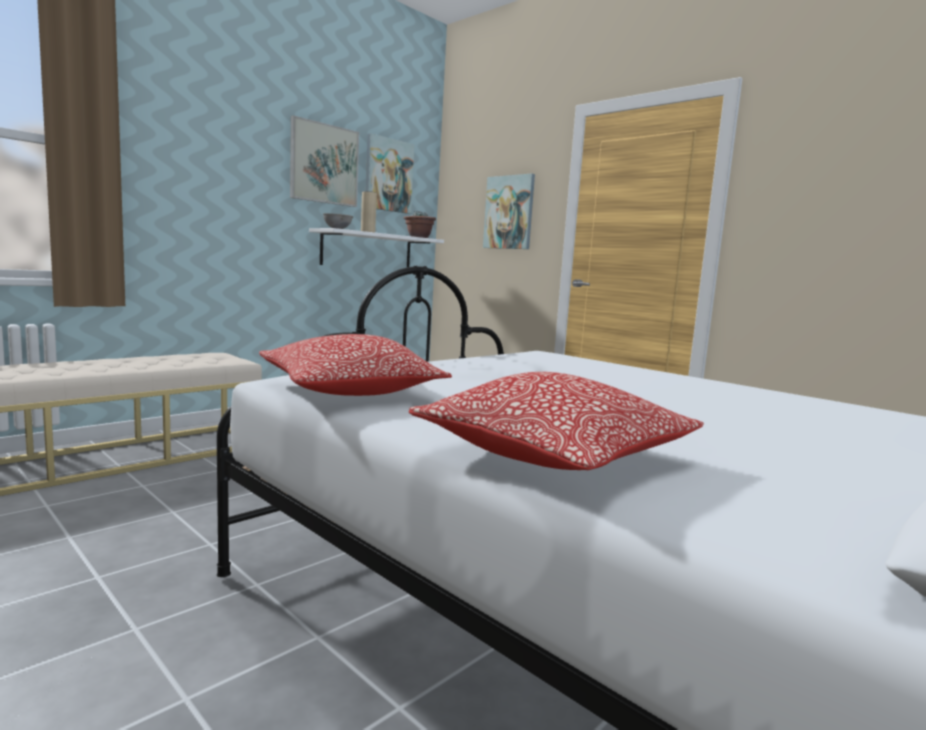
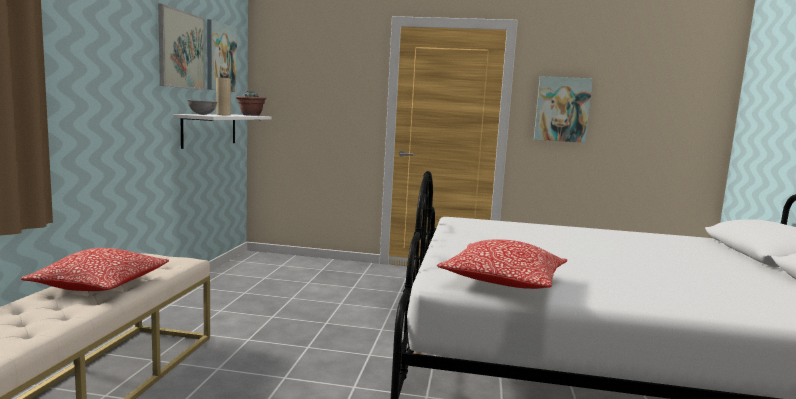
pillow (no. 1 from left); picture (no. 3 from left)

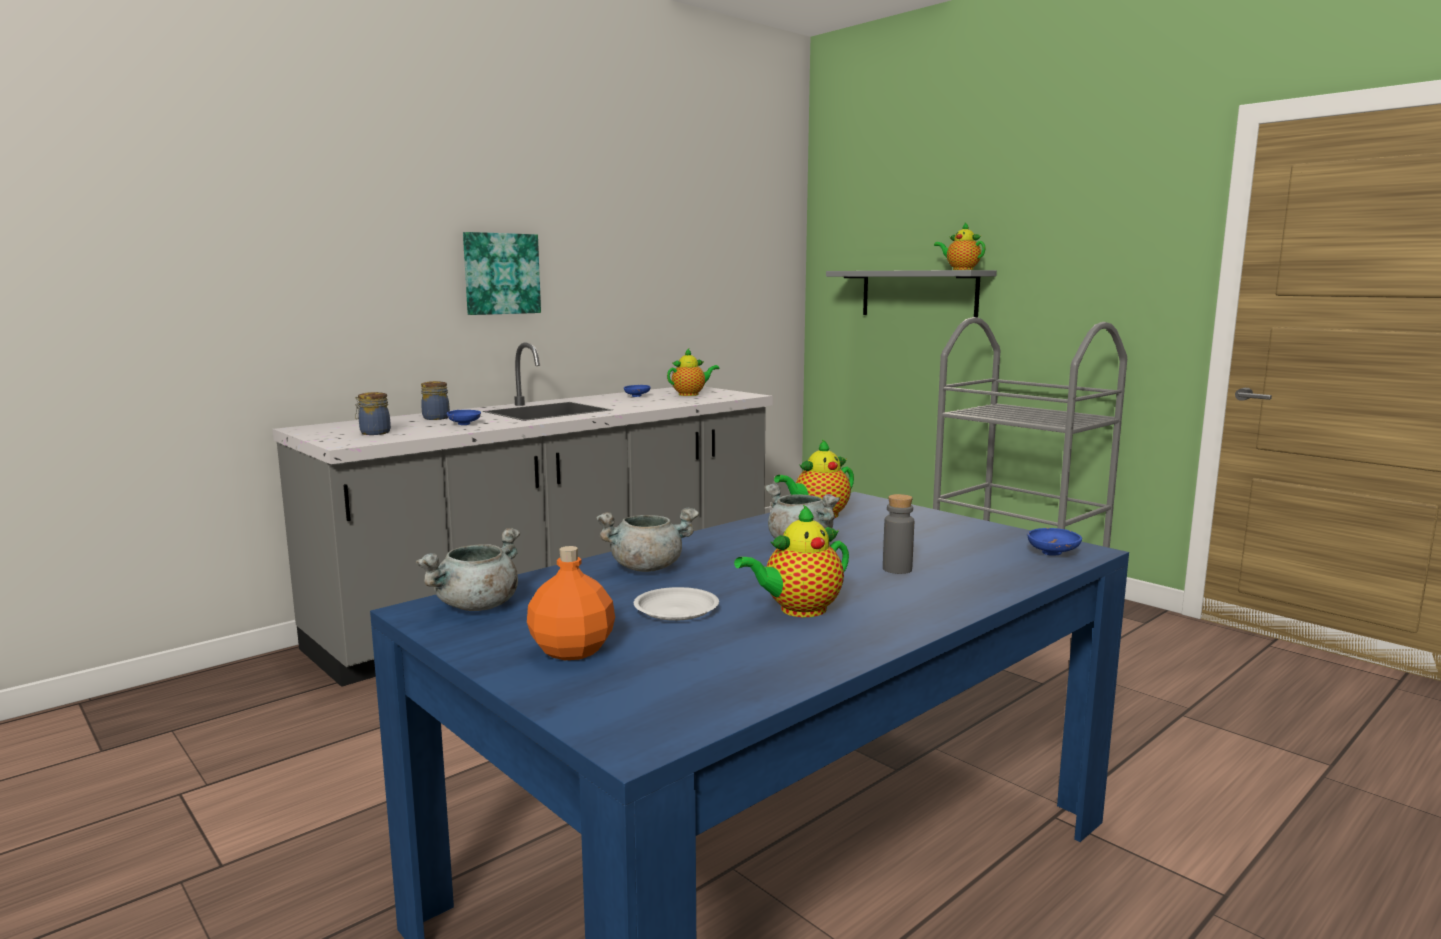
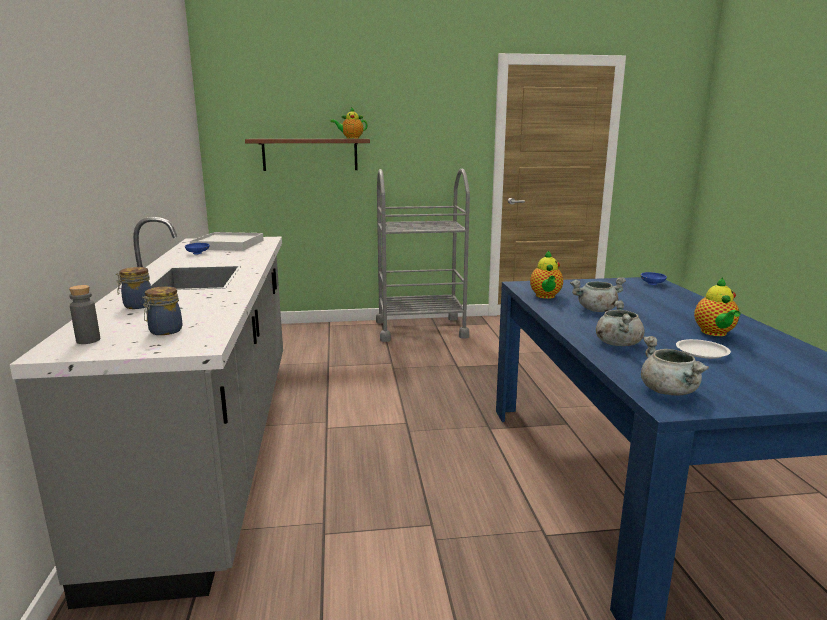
gray beverage bottle; white carrying tray; brown wall shelf; bluish deep dish (no. 1 from left in the first image); picture; orangey beverage bottle

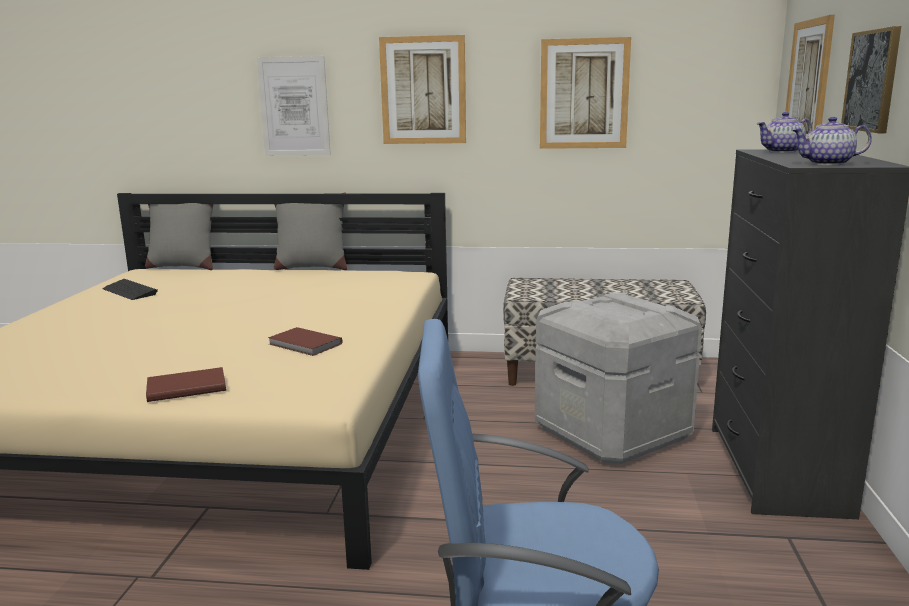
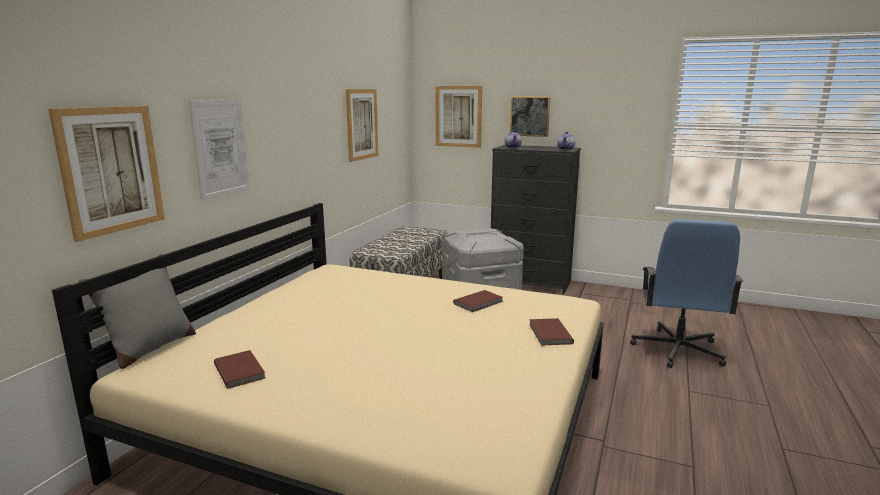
picture (no. 1 from left); brown bound book (no. 1 from left); gray pillow (no. 2 from left in the first image)

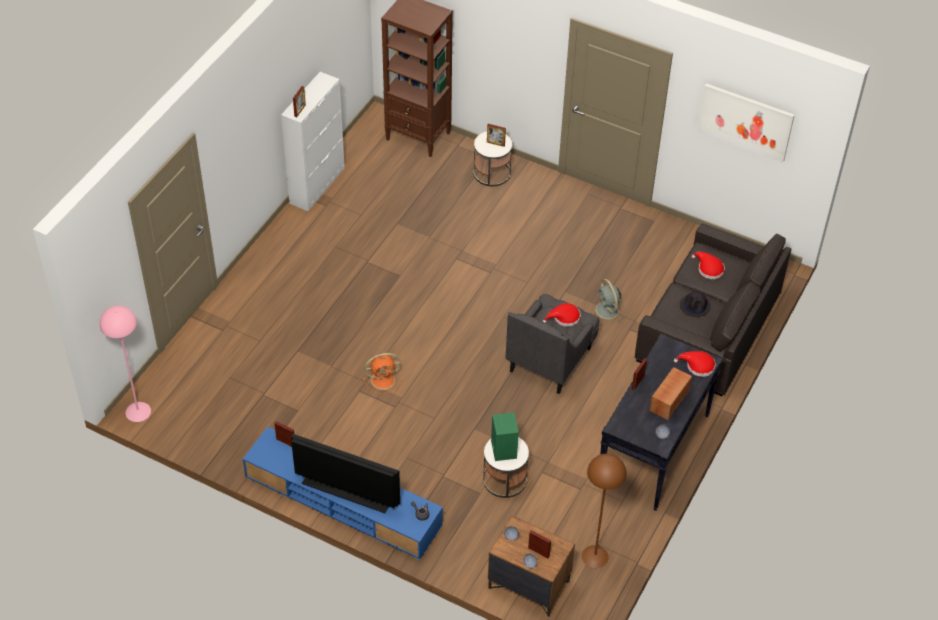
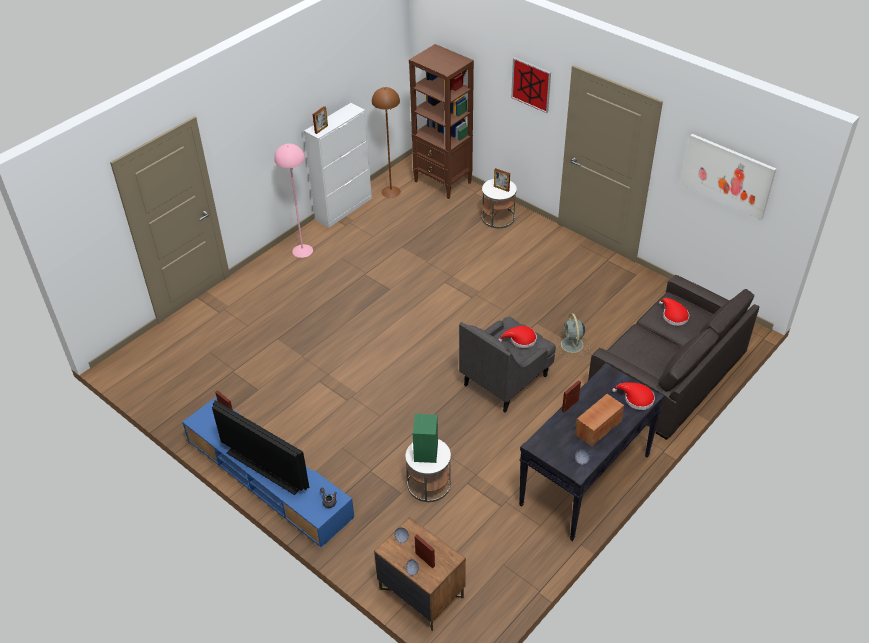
pinkish standing lamp; brown standing lamp; picture (no. 1 from left); orangey cooling fan; blackish wearable hat

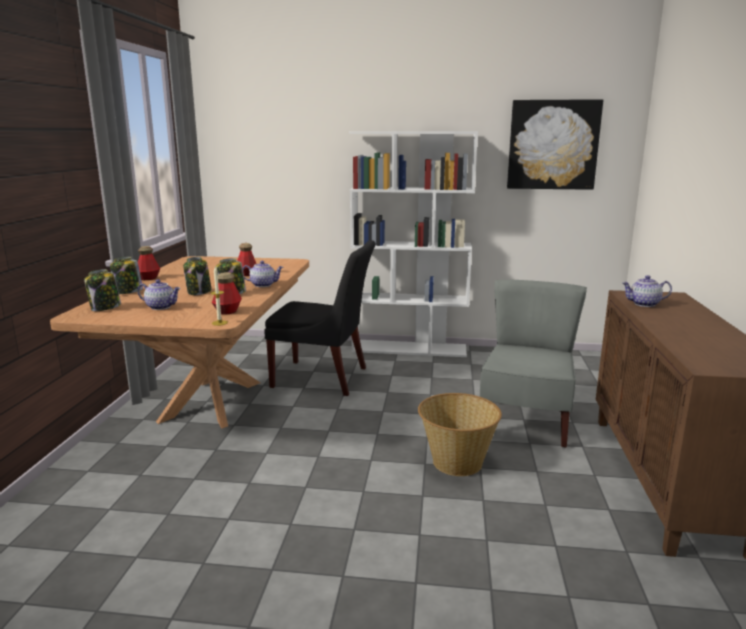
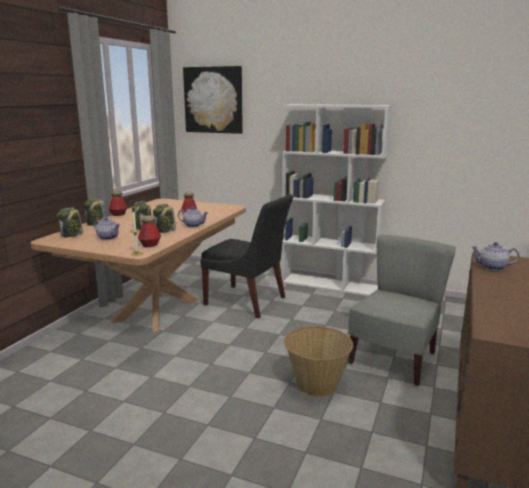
picture

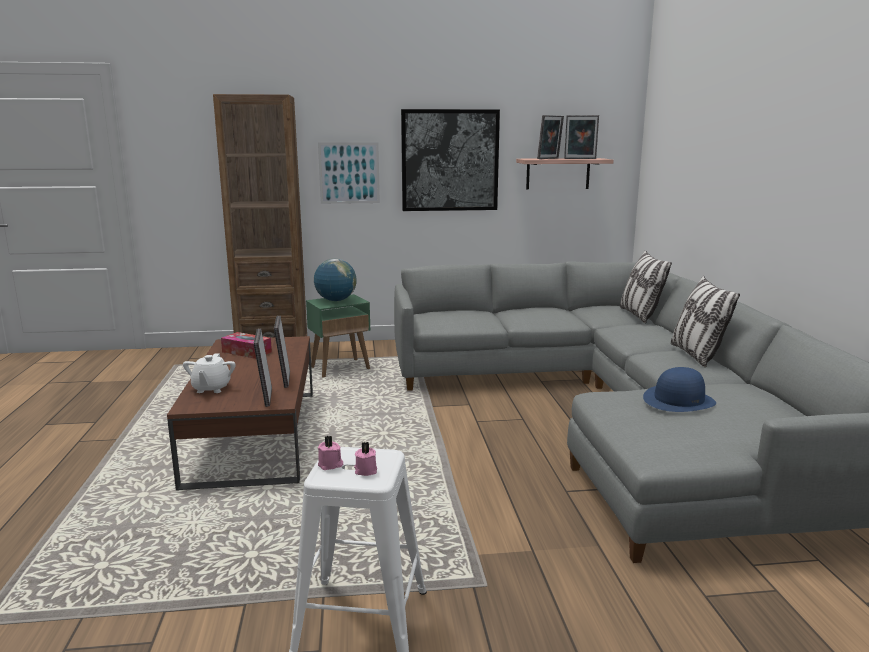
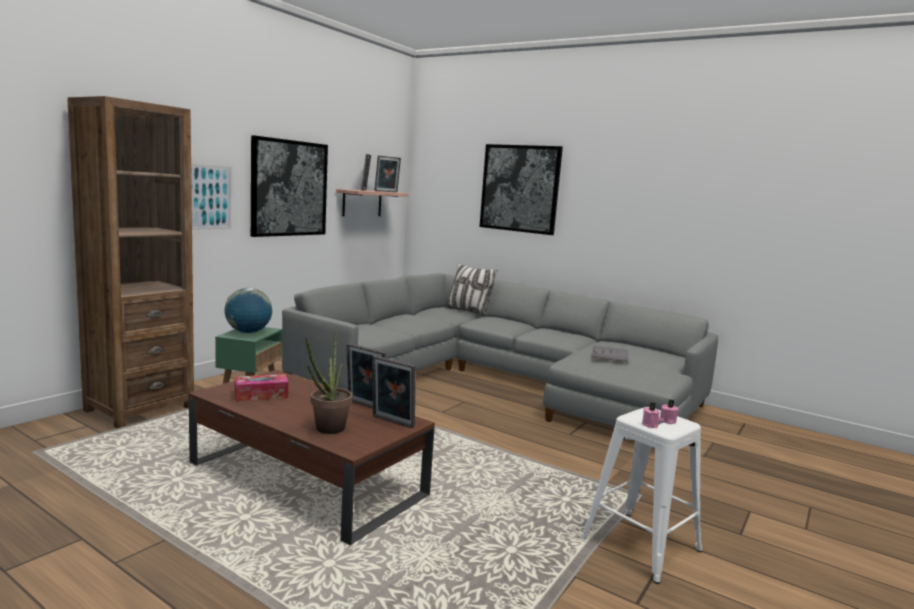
potted plant; picture (no. 3 from left); gray bound book; pillow (no. 2 from left in the first image)

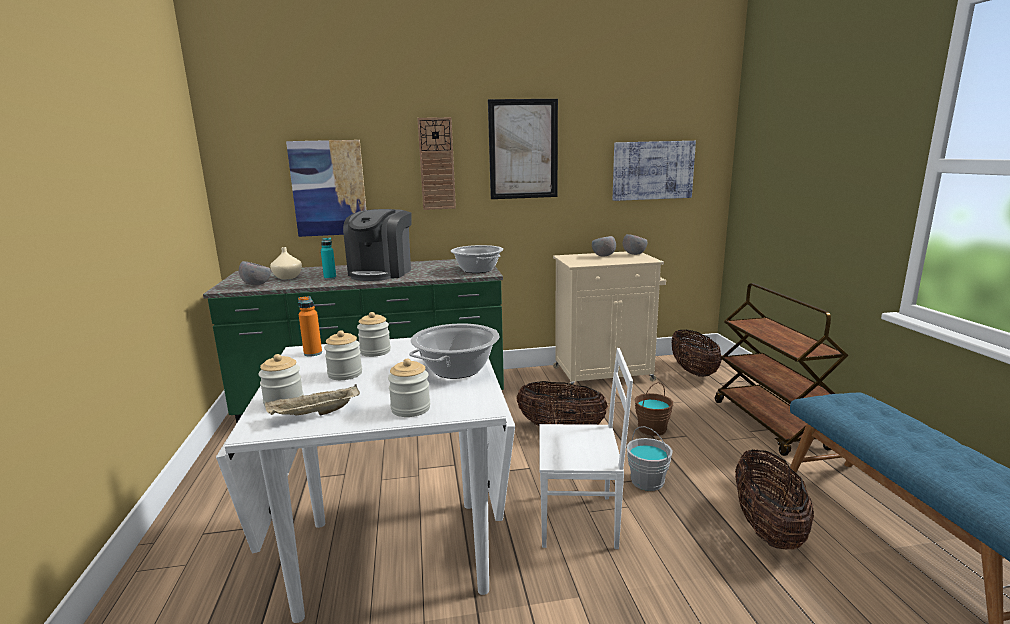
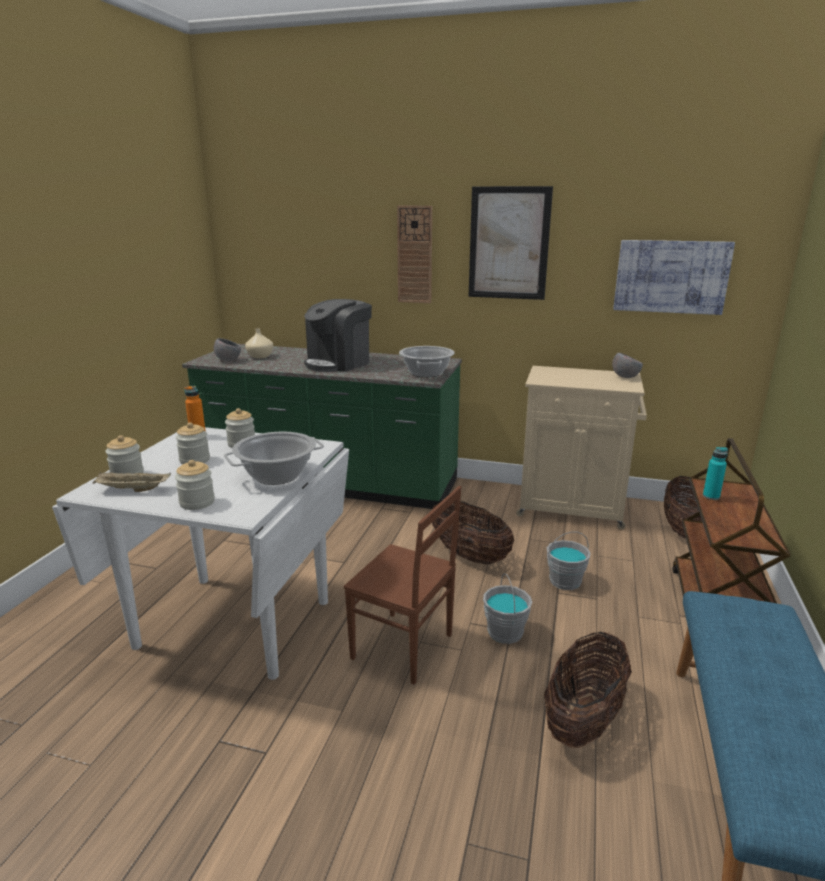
brown upright chair; gray bucket (no. 2 from left); turquoise-coloured beverage bottle; picture (no. 1 from left in the first image); gray deep dish (no. 2 from left in the first image)

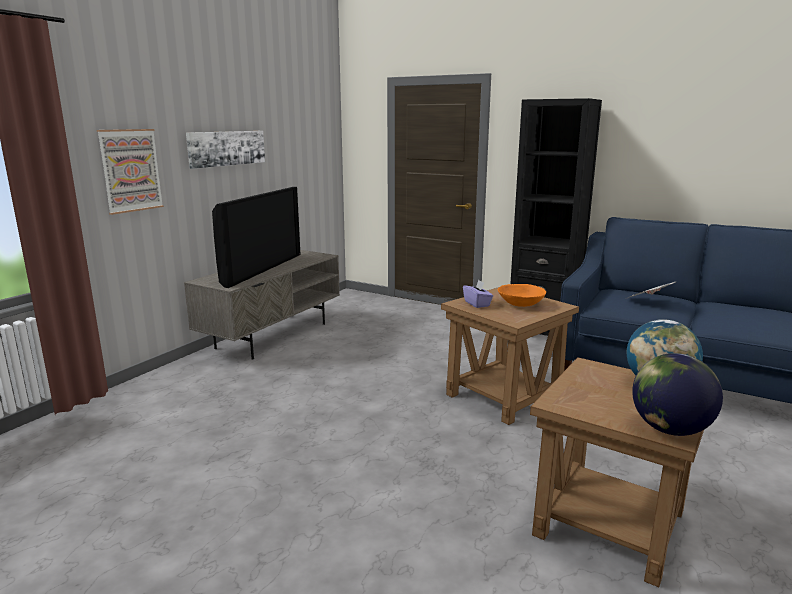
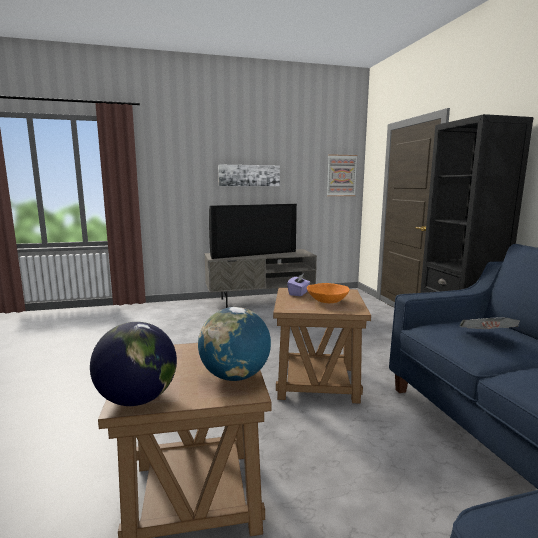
picture (no. 2 from left)

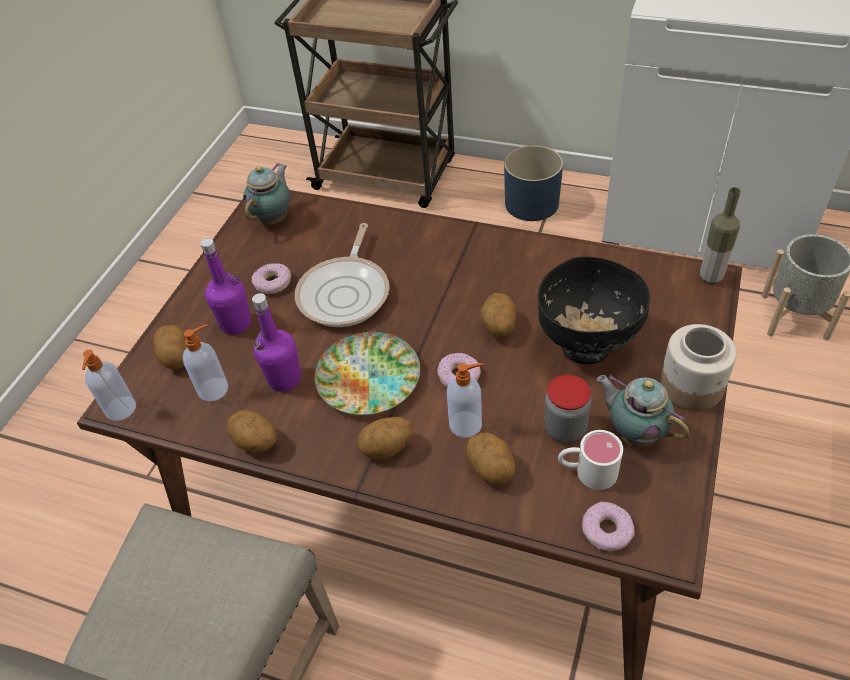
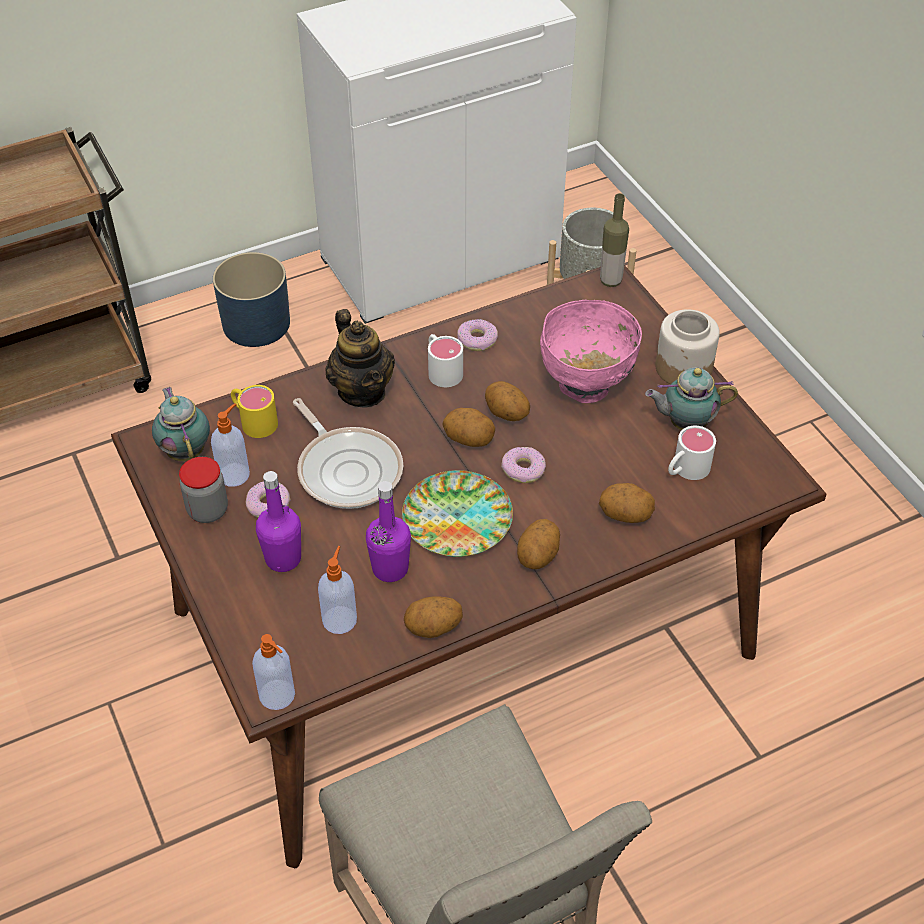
preserve jar (no. 1 from left); soap bottle (no. 1 from left); yellow-coloured tea mug; teapot (no. 2 from left); white tea mug (no. 1 from left); whole potato (no. 2 from left); doughnut (no. 2 from left); pinkish deep dish

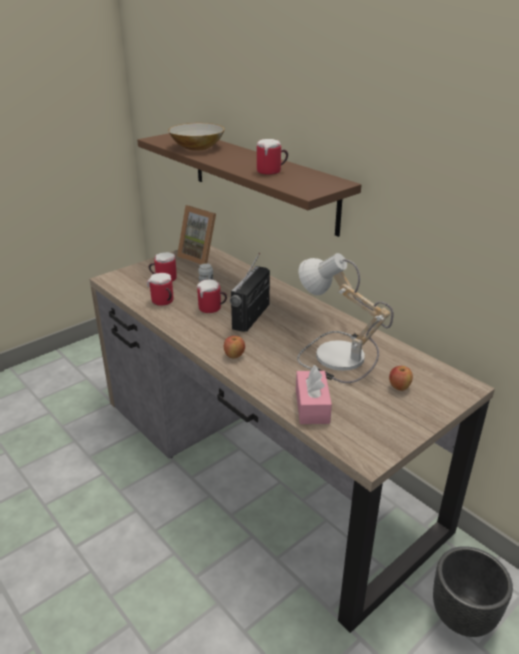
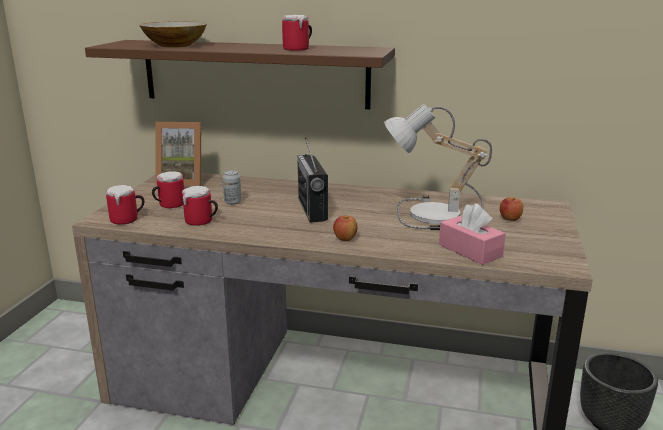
tea mug (no. 1 from left)

